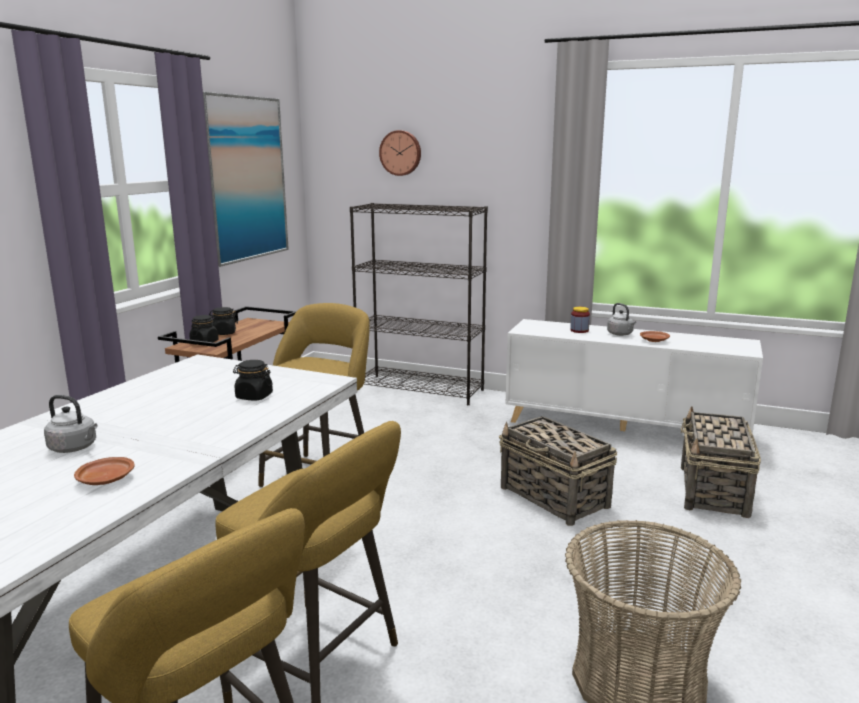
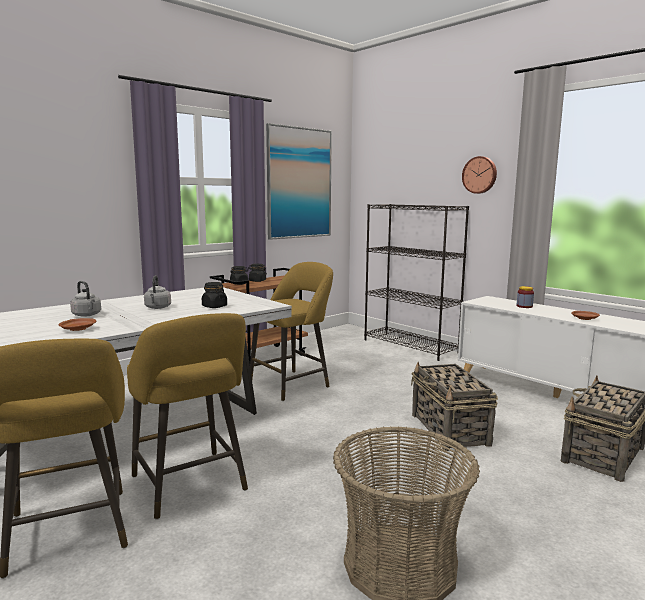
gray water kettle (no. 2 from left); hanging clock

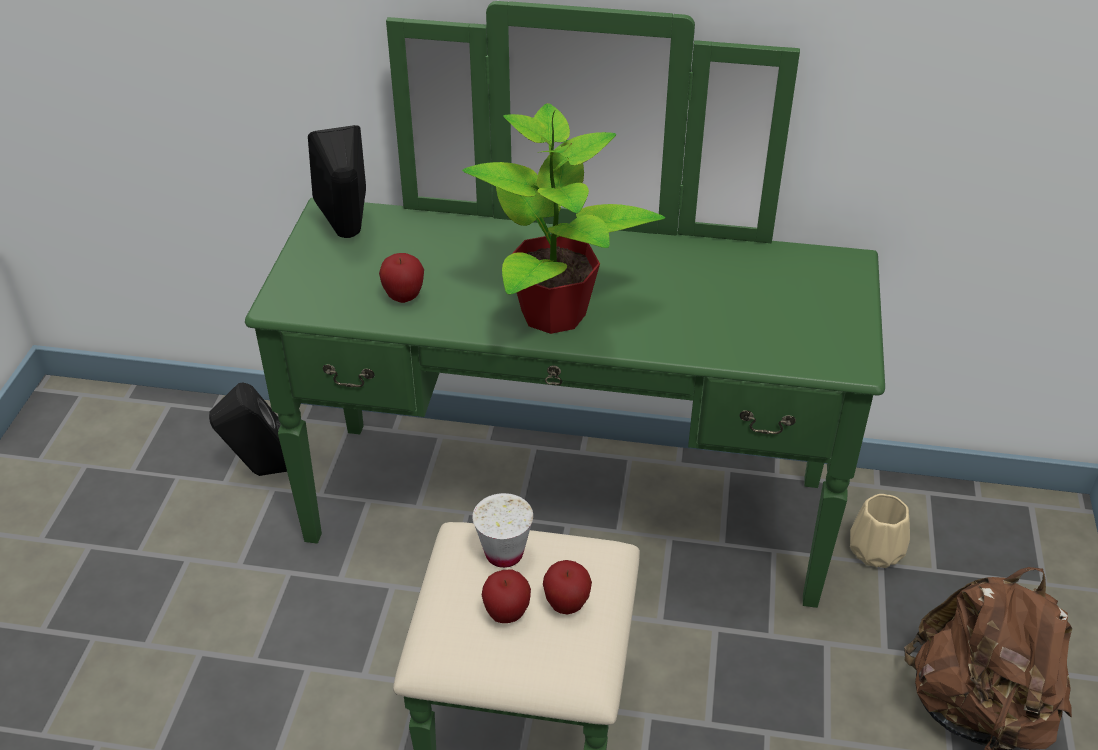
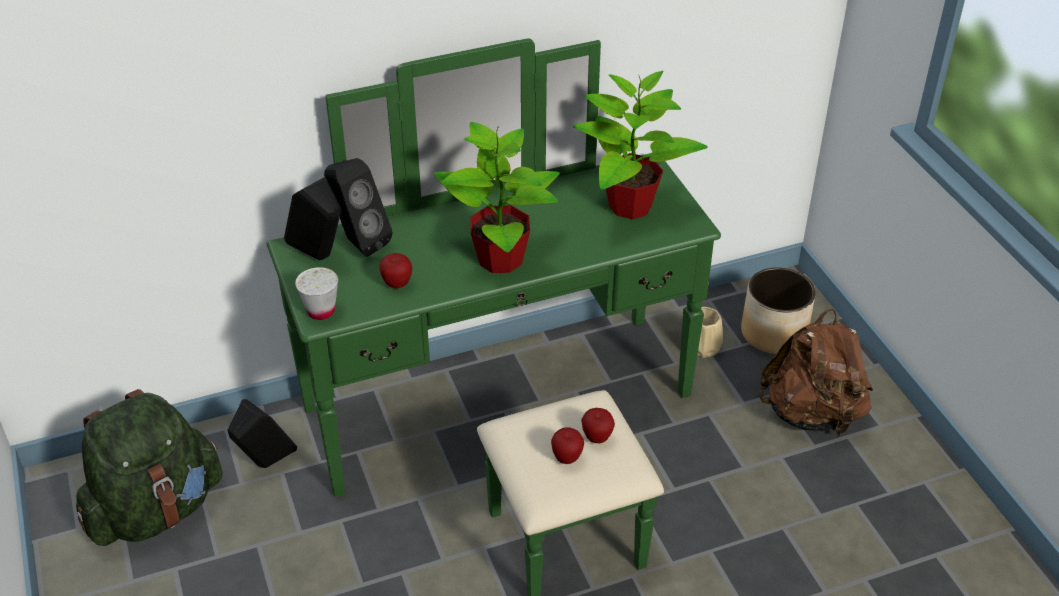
green rucksack; white small cup; blackish loudspeaker (no. 3 from left); potted plant (no. 2 from left); flower pot

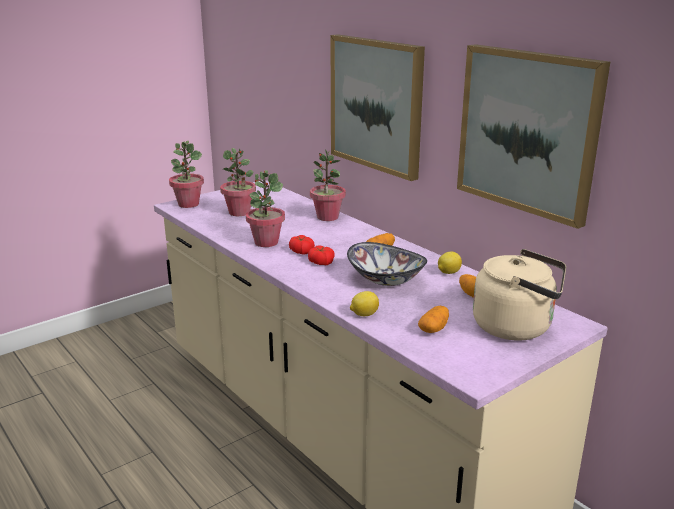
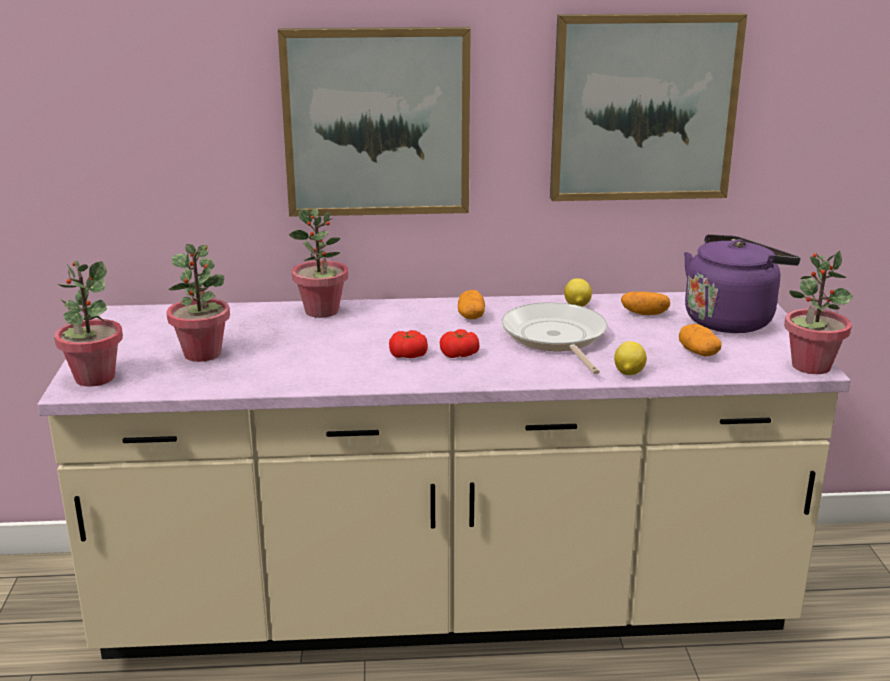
frying pan; purple-coloured water kettle; potted plant (no. 4 from left)

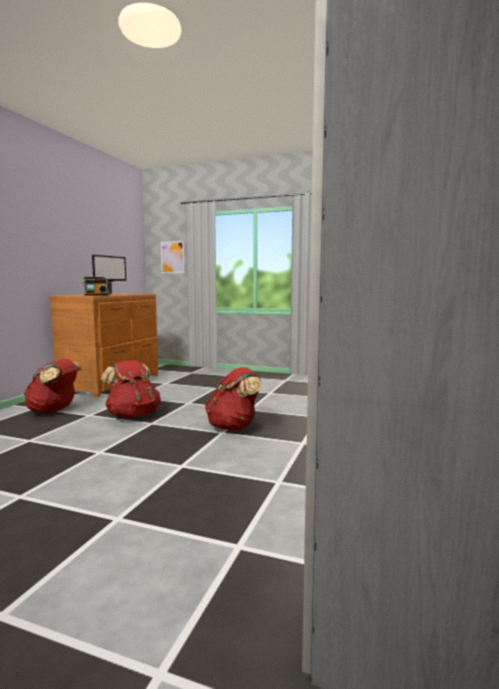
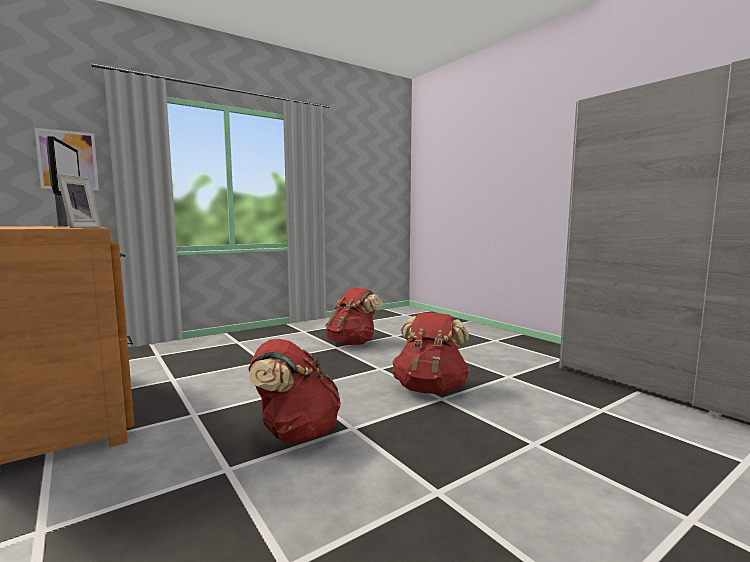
picture frame; reddish rucksack (no. 2 from left)

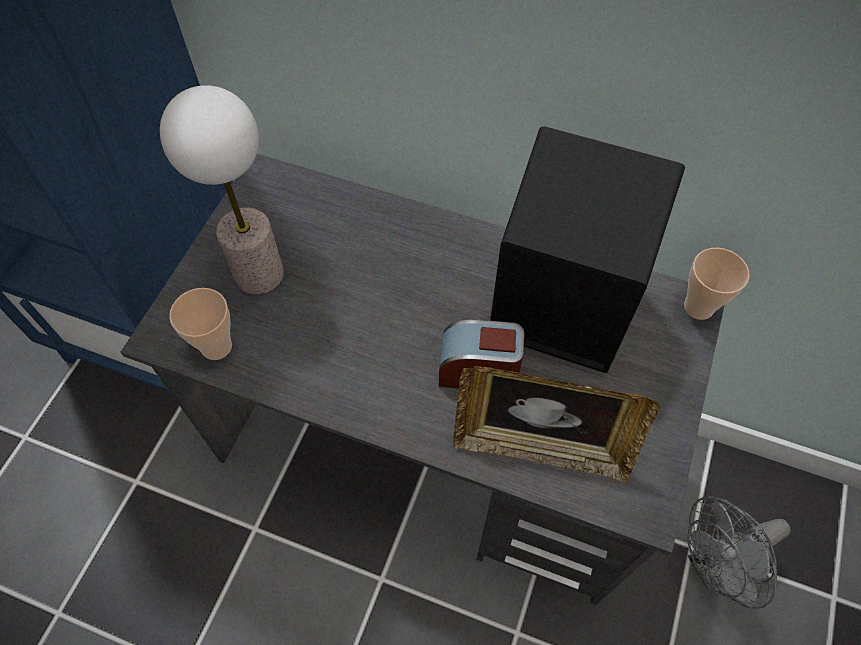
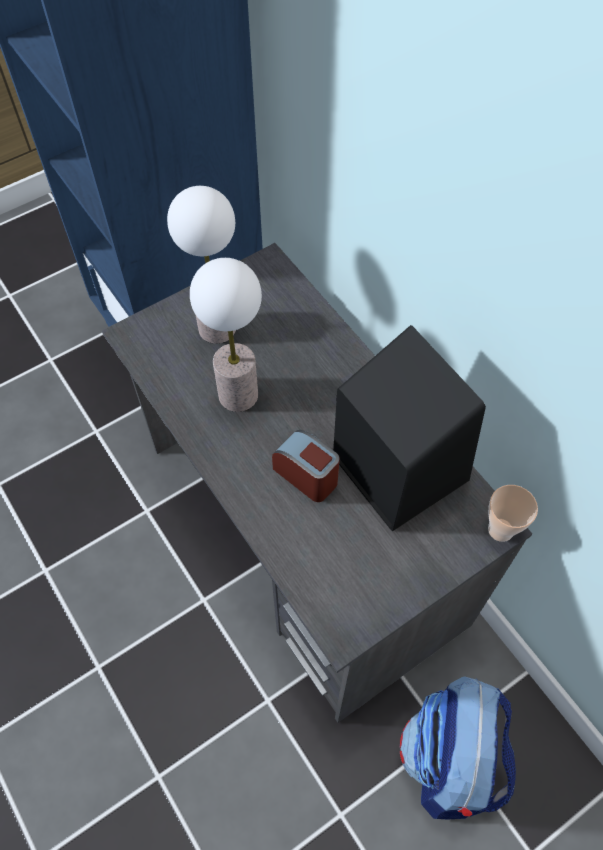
tabletop lamp (no. 2 from left); rucksack; small cup (no. 1 from left in the first image); picture frame

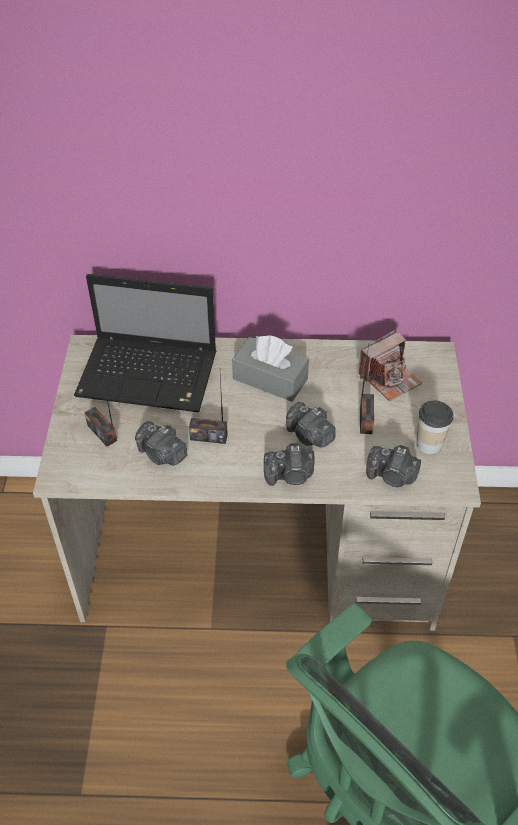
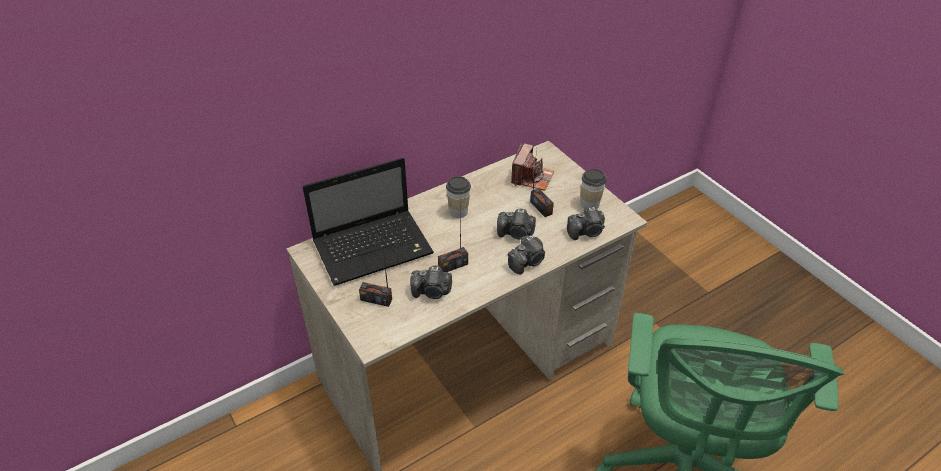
small cup (no. 1 from left)

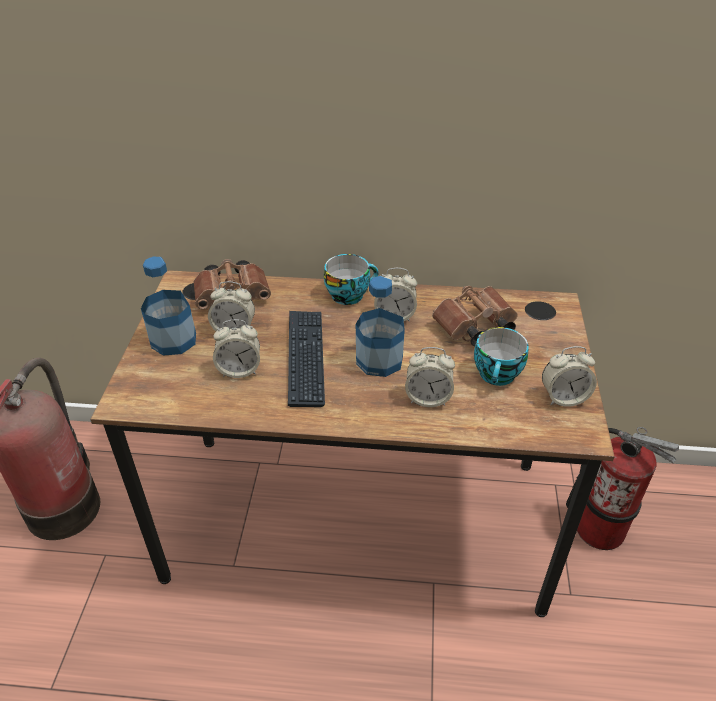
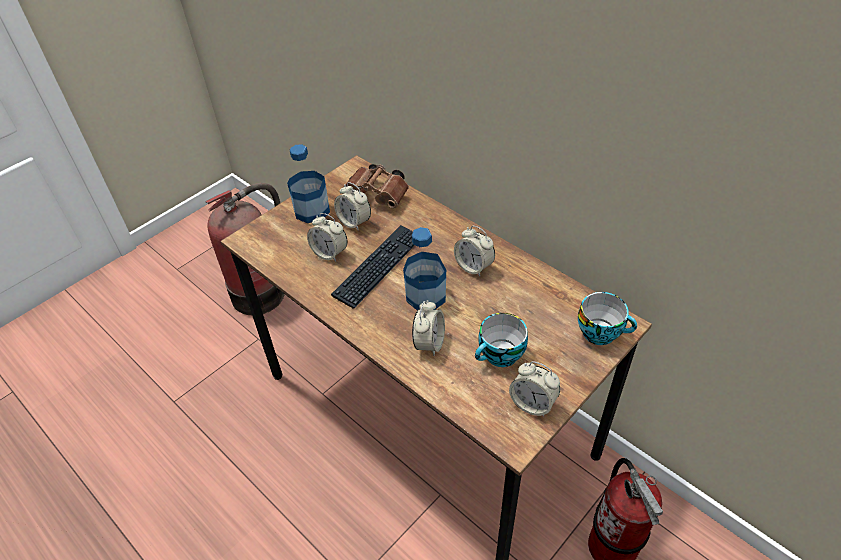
bedside clock (no. 3 from left); small cup (no. 2 from left); brown pair of binoculars (no. 2 from left in the first image)

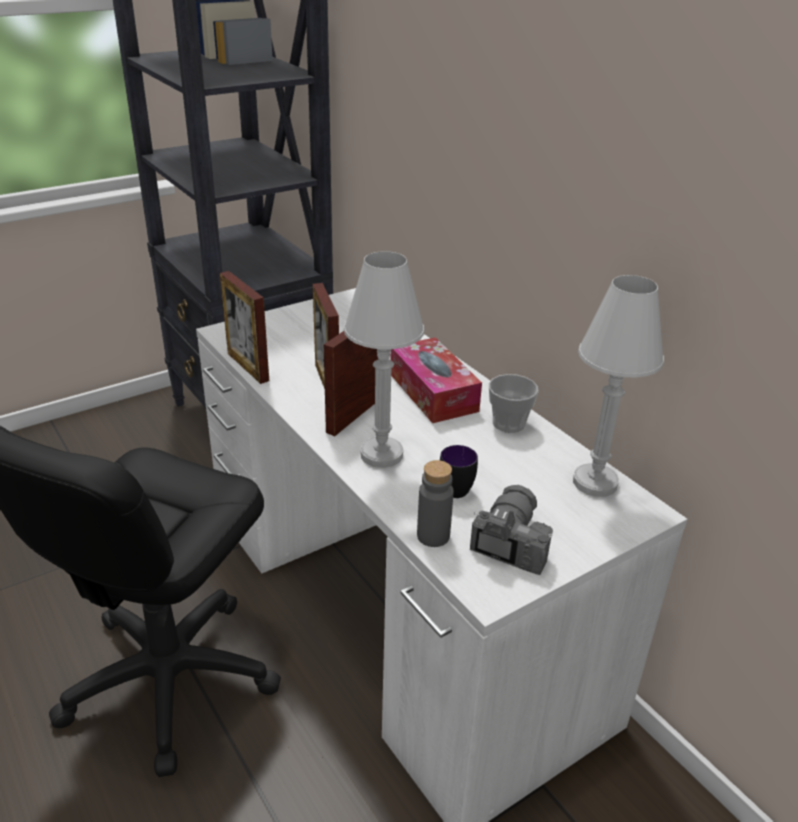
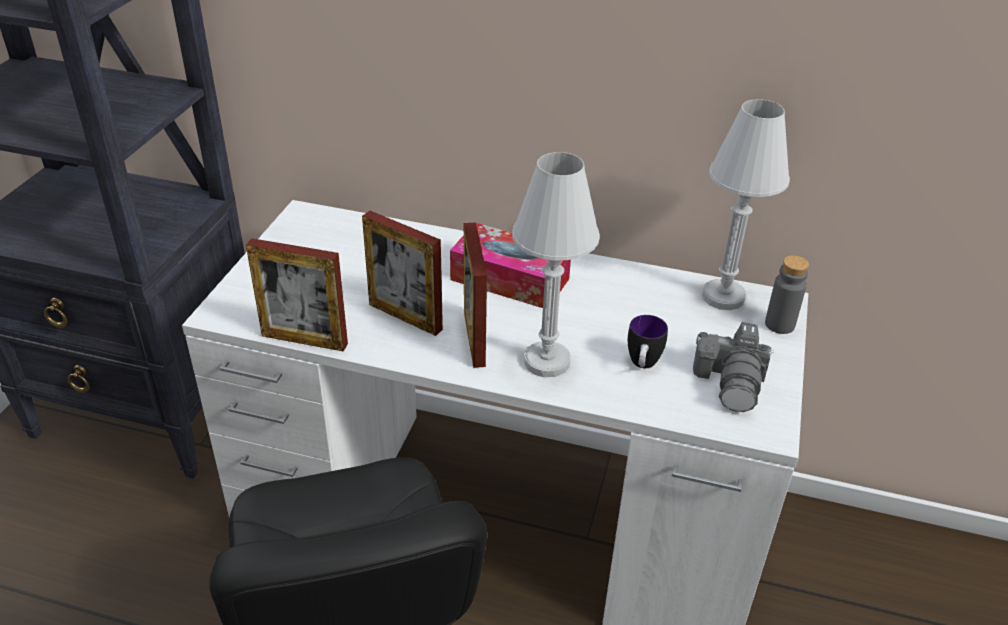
photo camera; gray beverage bottle; small cup

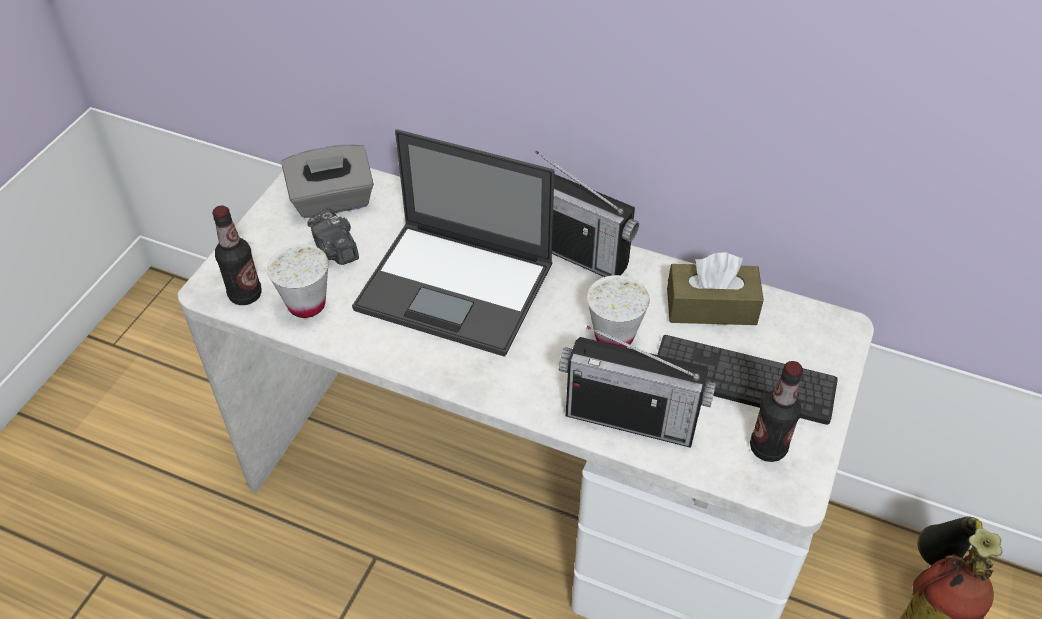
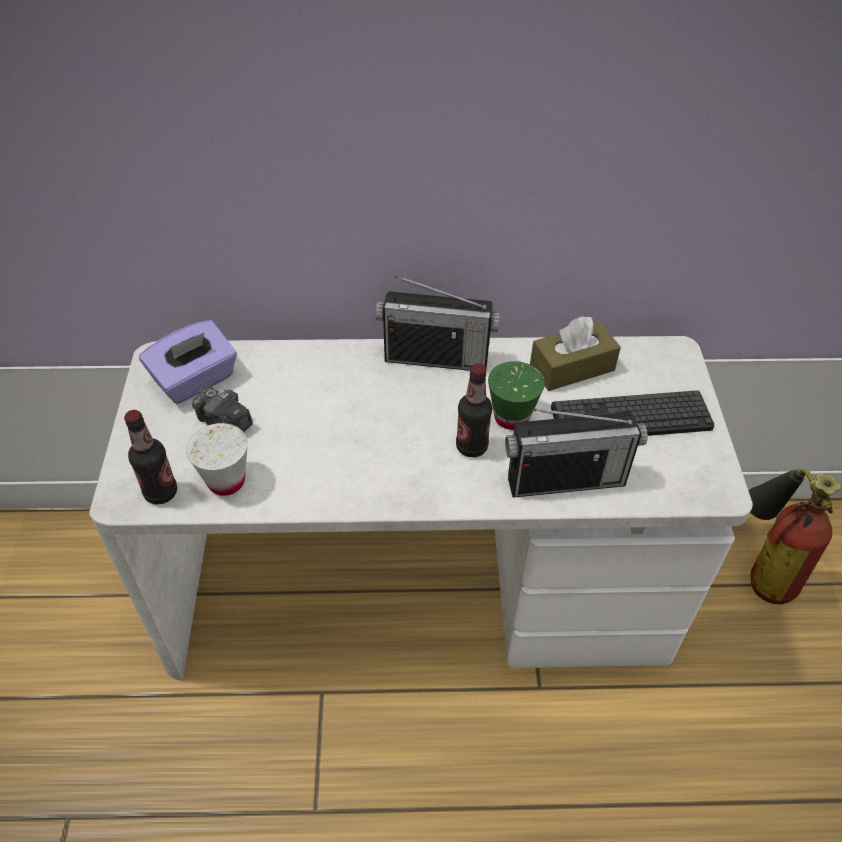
purple-coloured box of tissues; beverage bottle (no. 2 from left); green small cup; portable computer

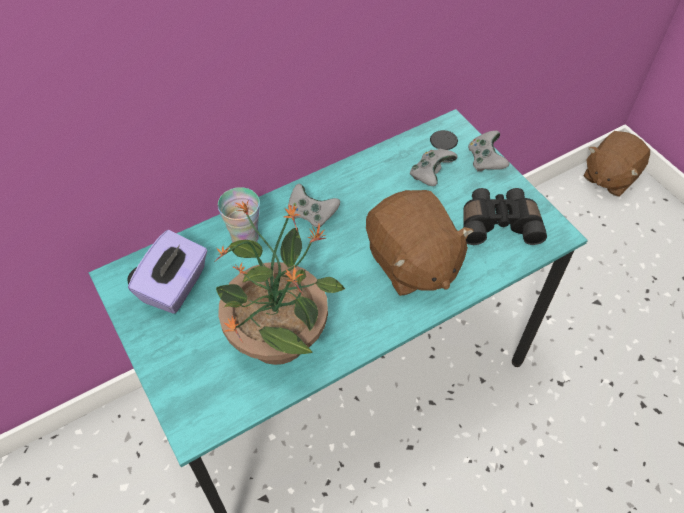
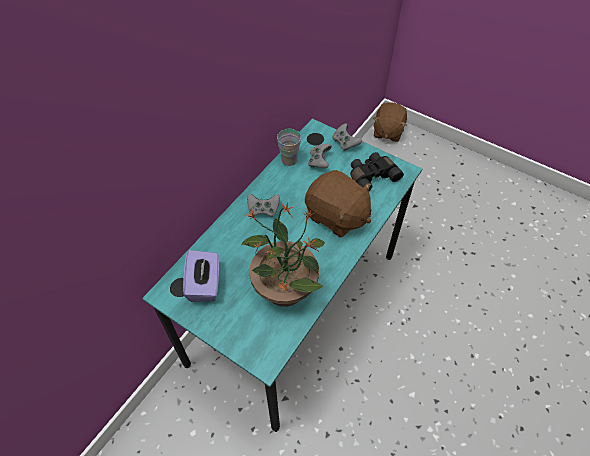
small cup

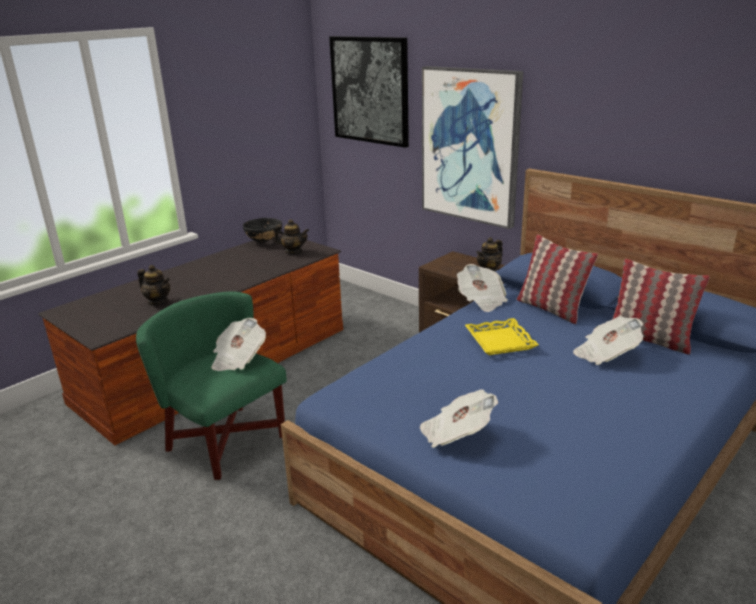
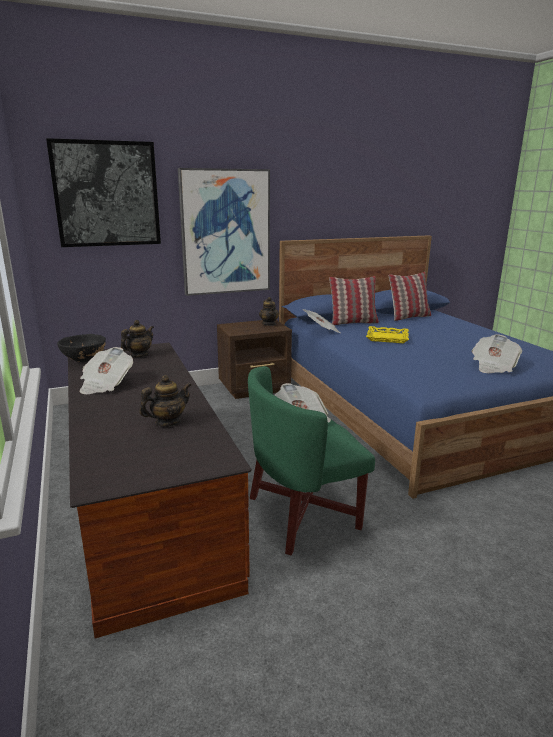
daily paper (no. 1 from left)

